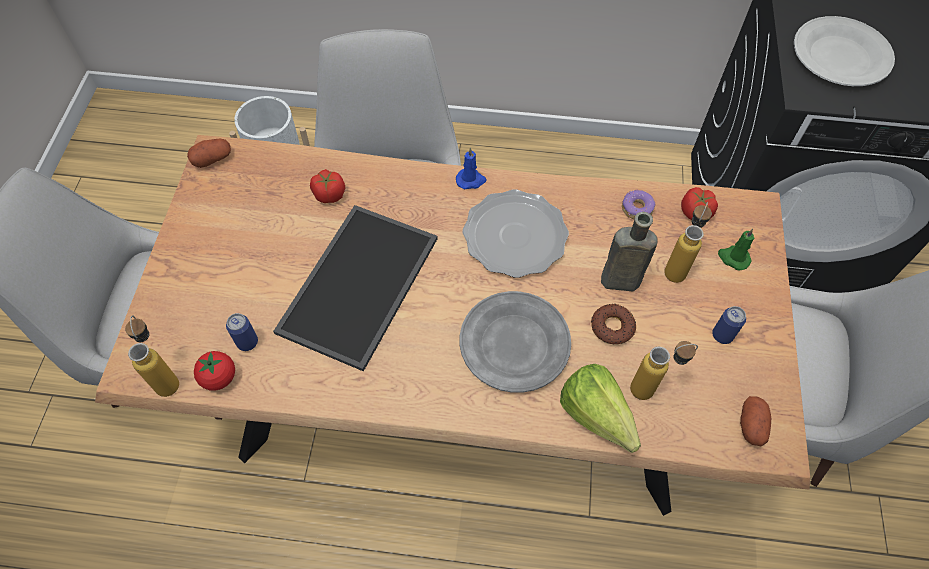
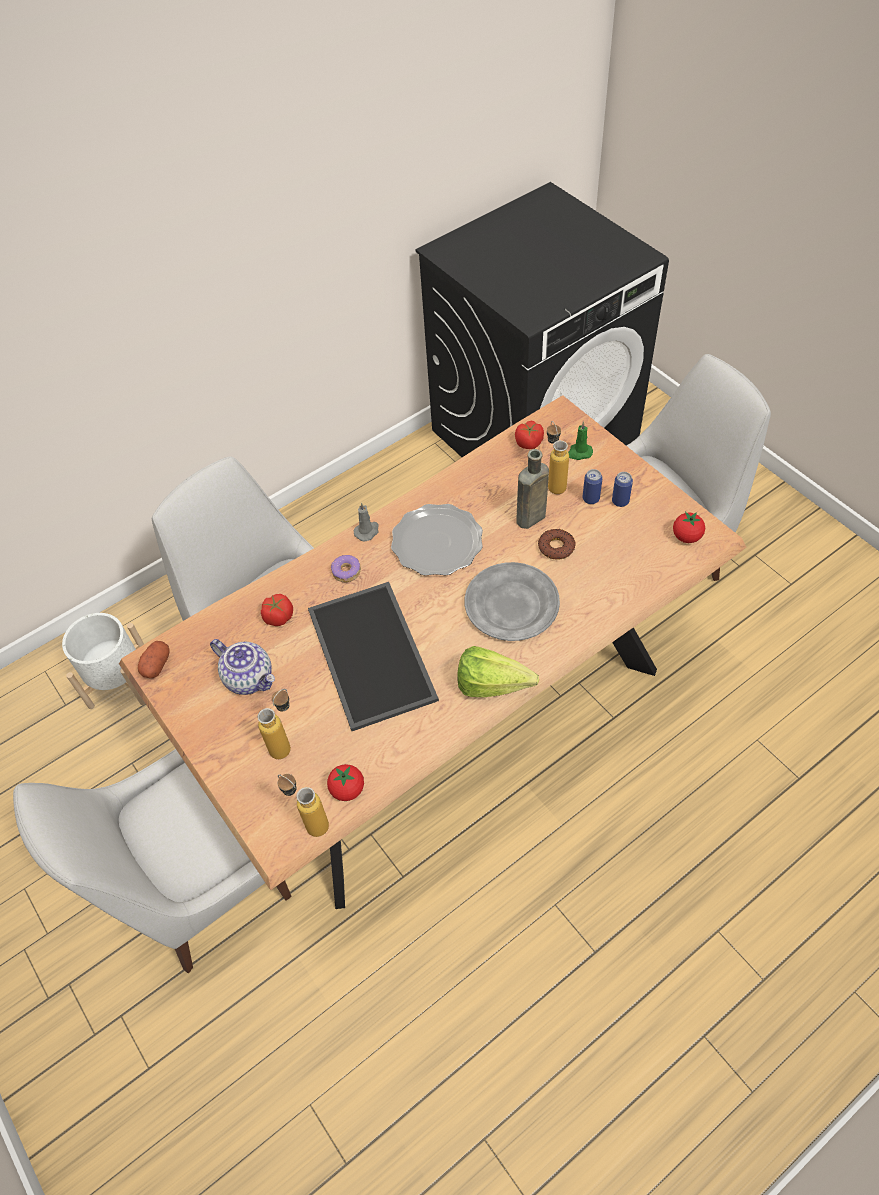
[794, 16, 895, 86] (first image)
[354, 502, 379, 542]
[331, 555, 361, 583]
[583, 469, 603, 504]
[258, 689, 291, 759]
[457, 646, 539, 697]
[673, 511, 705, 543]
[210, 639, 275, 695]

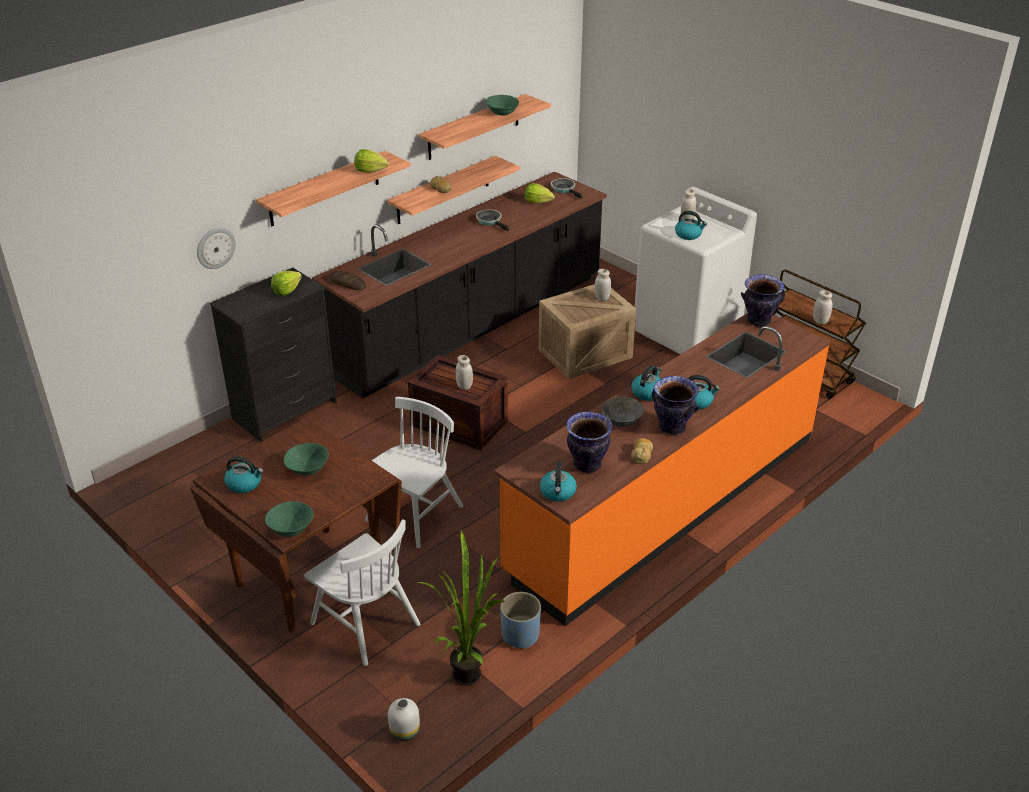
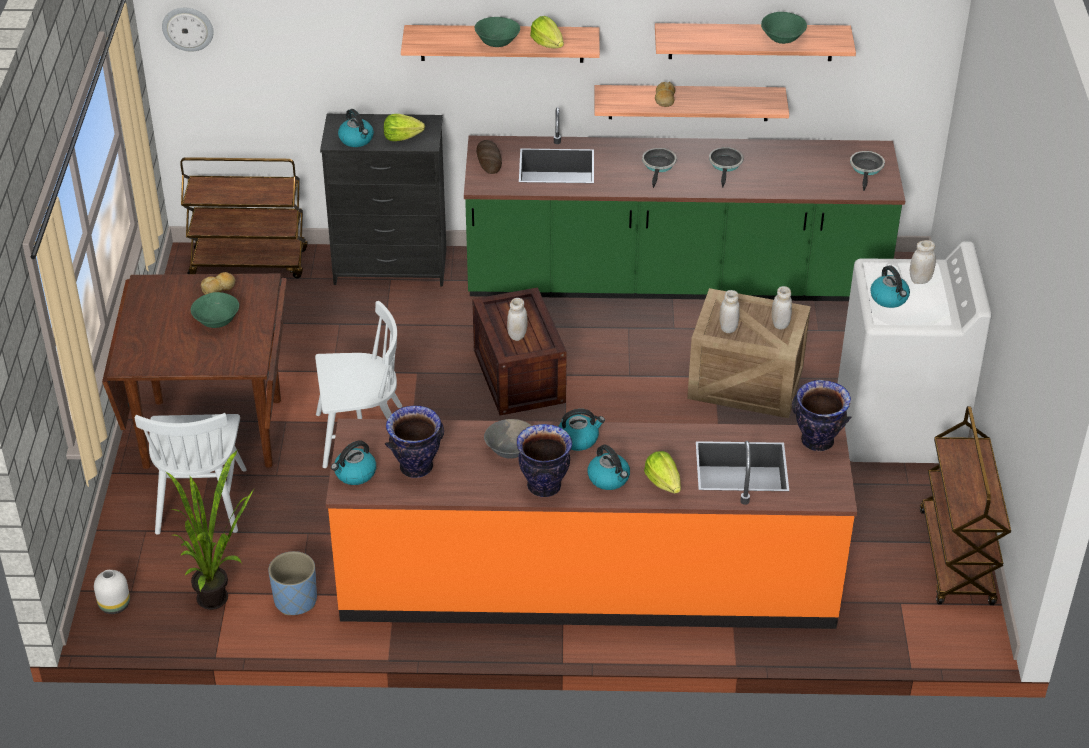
[464, 107, 905, 301]
[644, 451, 681, 494]
[162, 8, 214, 52]
[720, 290, 740, 333]
[201, 272, 235, 295]
[338, 109, 374, 147]
[475, 17, 520, 47]
[642, 148, 677, 188]
[180, 157, 307, 278]

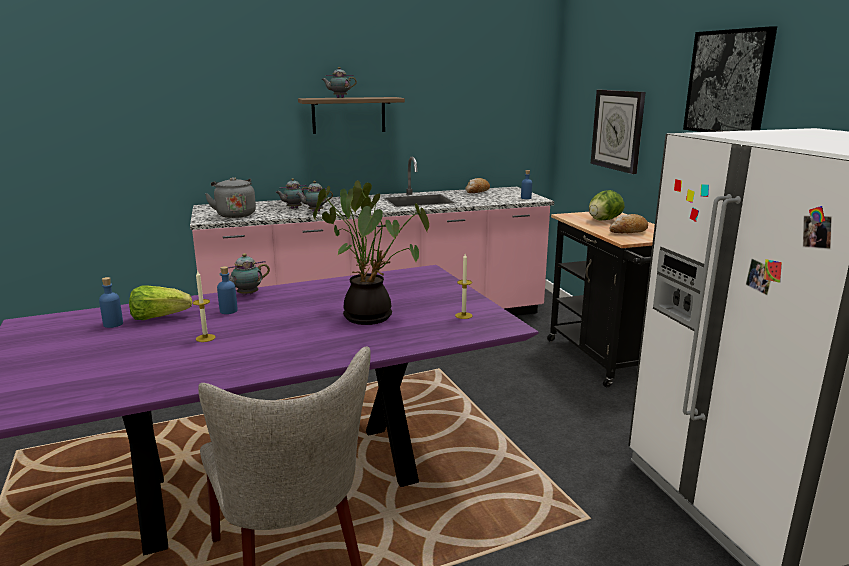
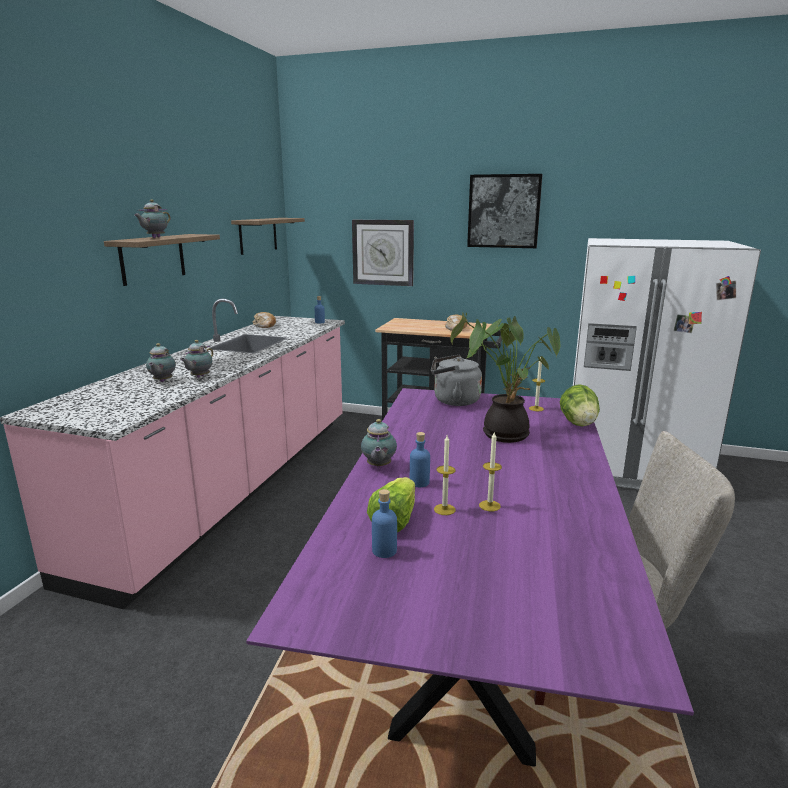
[431, 355, 482, 406]
[560, 384, 600, 426]
[231, 218, 305, 255]
[434, 435, 455, 515]

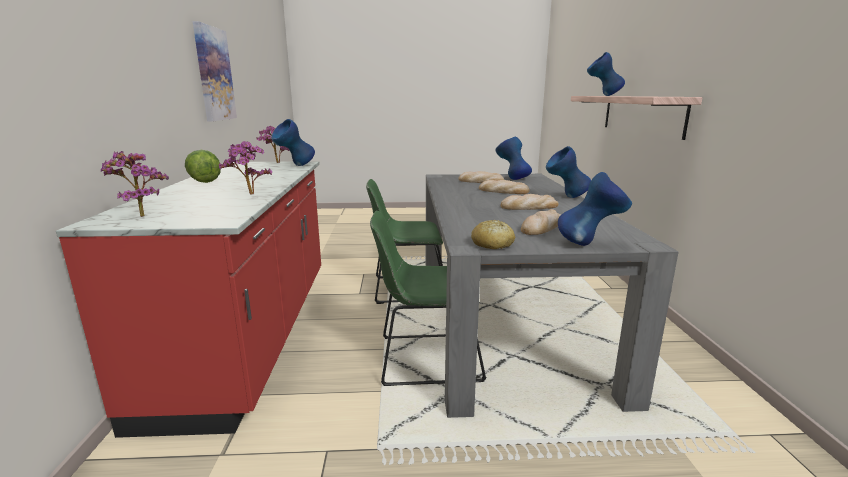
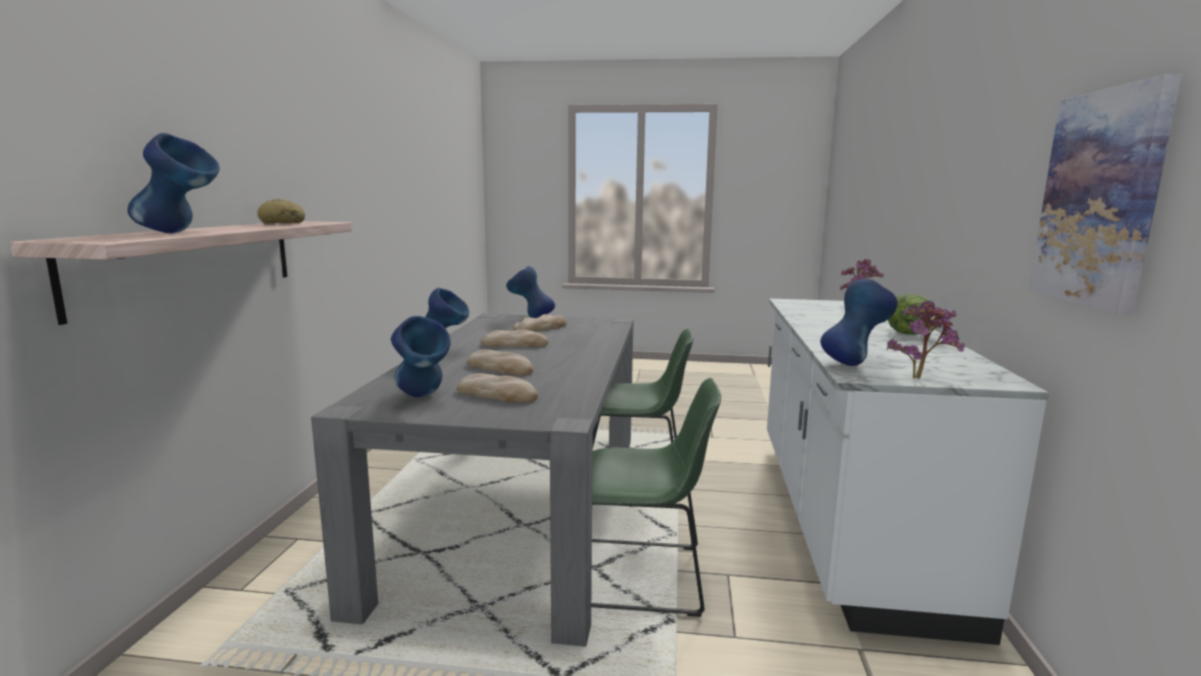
[219, 141, 272, 194] (first image)
[767, 299, 1049, 645]
[257, 199, 305, 224]

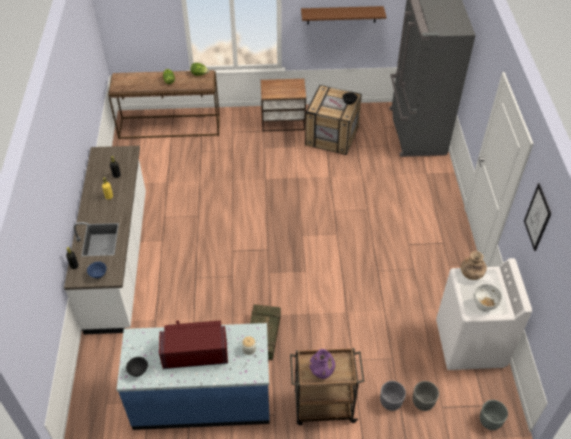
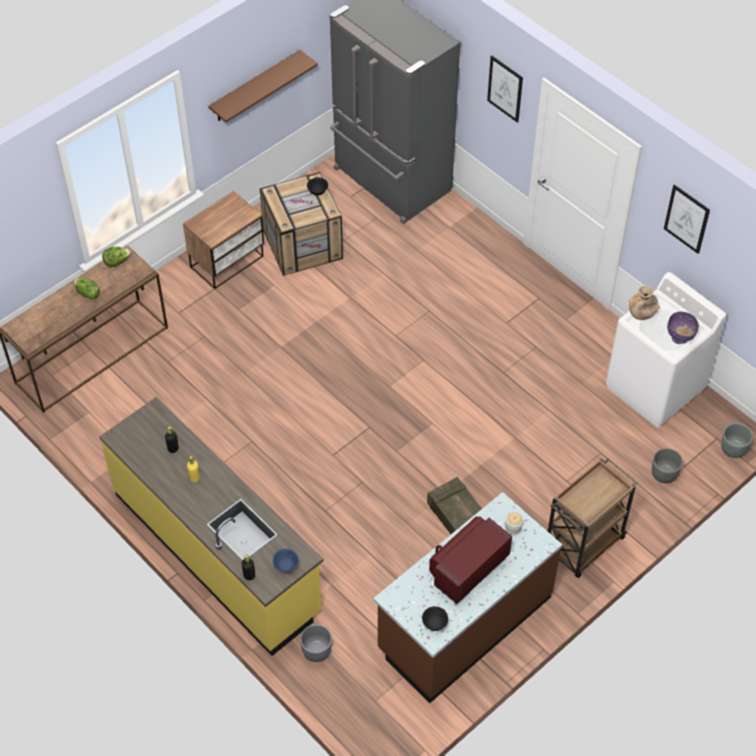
[99, 397, 323, 656]
[667, 312, 699, 344]
[373, 492, 562, 703]
[309, 349, 335, 379] (first image)
[300, 624, 332, 662]
[487, 55, 523, 123]

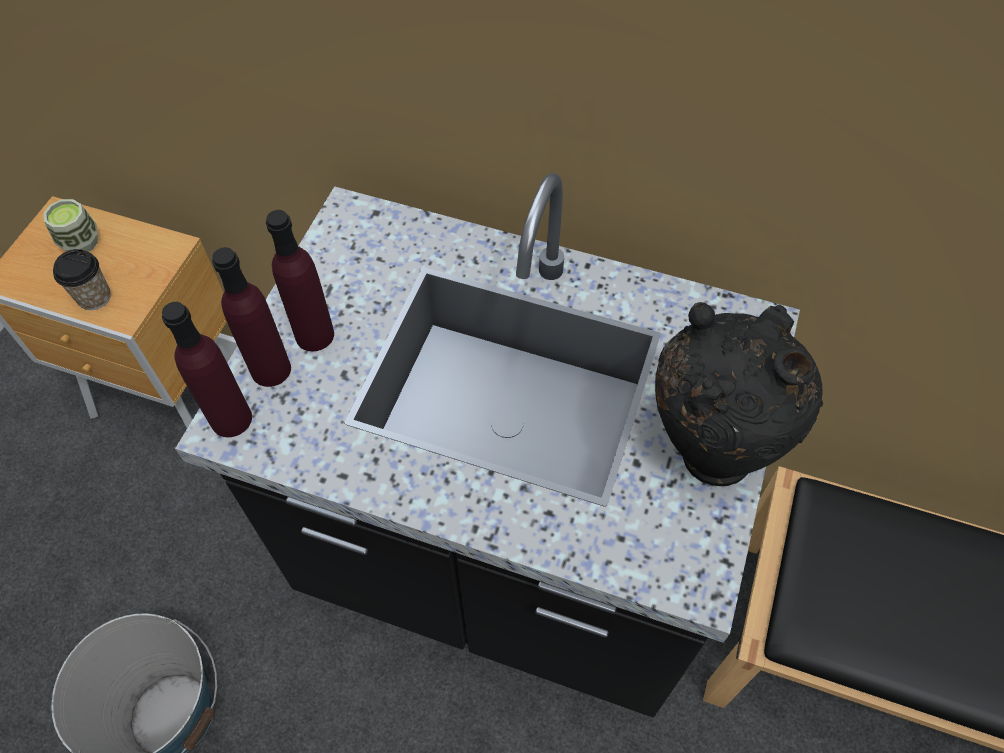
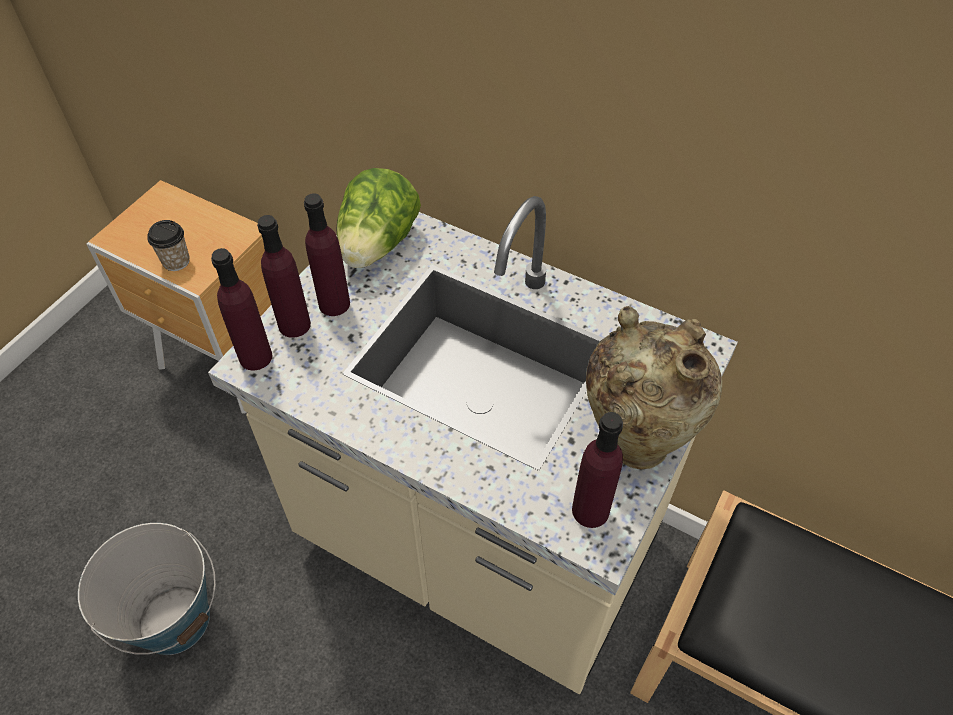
[208, 196, 738, 694]
[43, 199, 98, 252] (first image)
[586, 306, 722, 469]
[337, 168, 421, 268]
[572, 412, 623, 528]

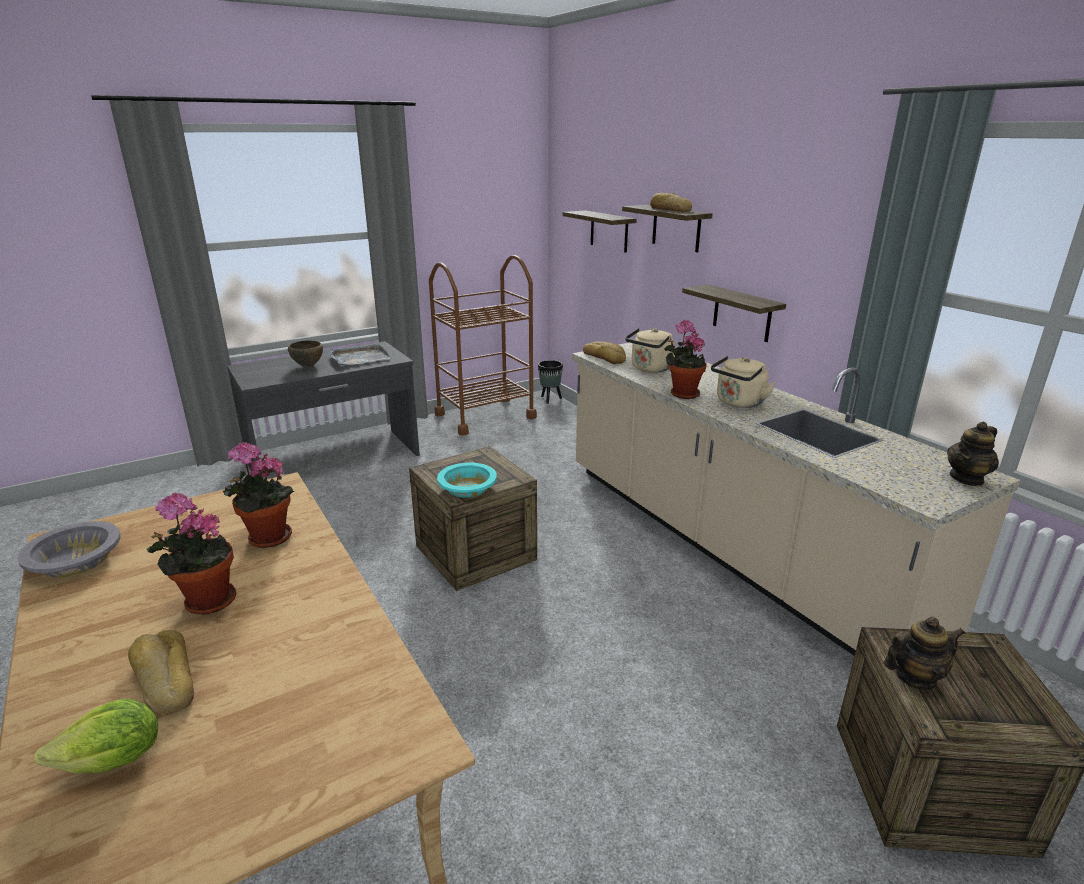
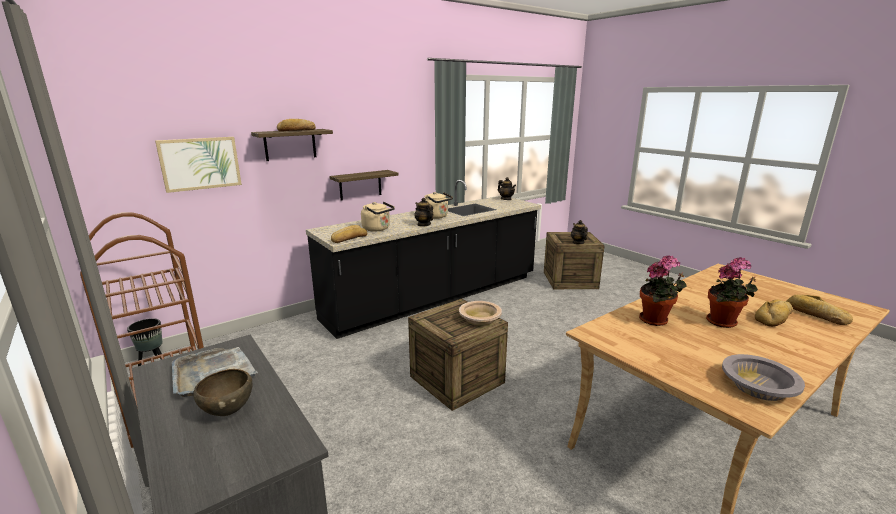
[155, 137, 242, 193]
[414, 198, 433, 227]
[306, 180, 541, 339]
[459, 301, 502, 326]
[787, 295, 853, 325]

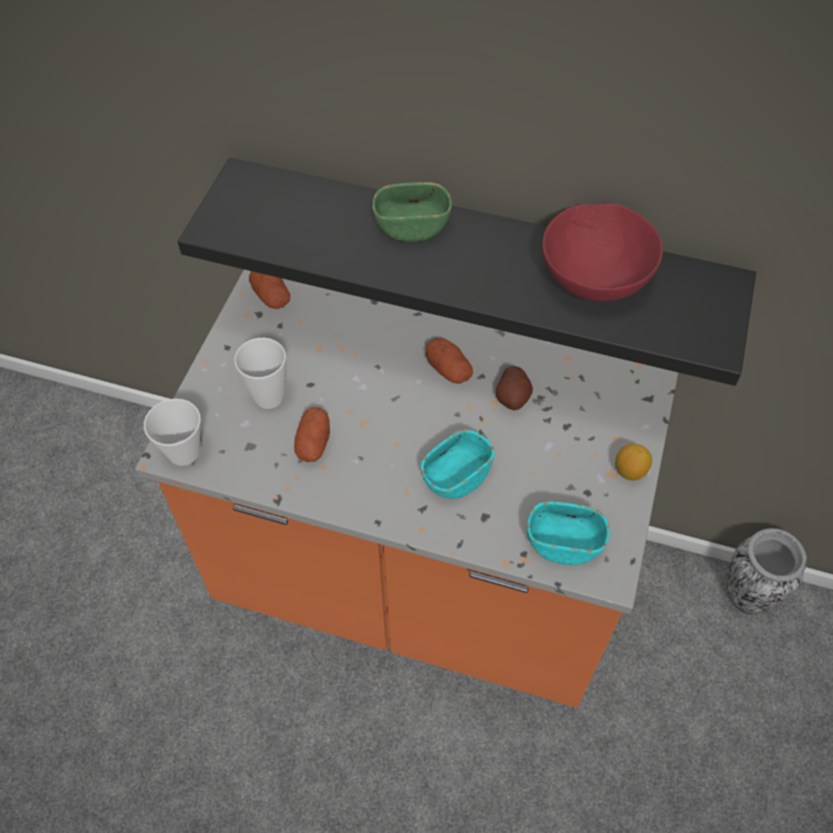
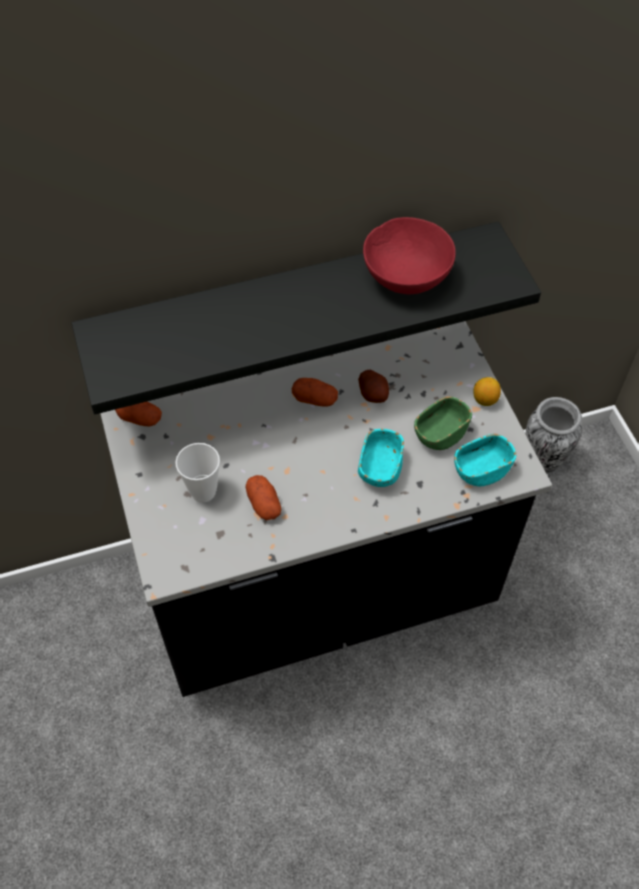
[414, 396, 472, 450]
[100, 321, 552, 697]
[144, 398, 201, 466] (first image)

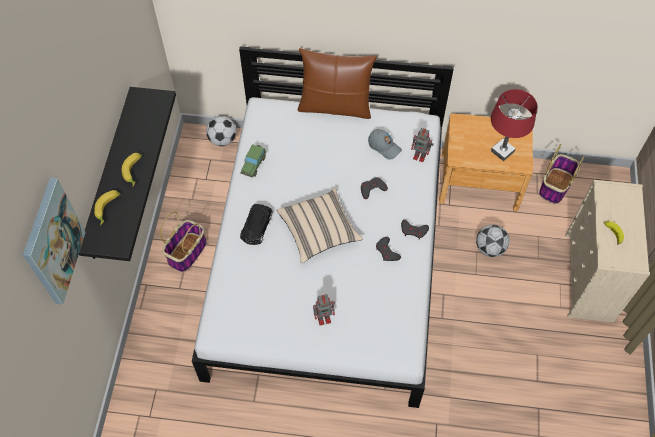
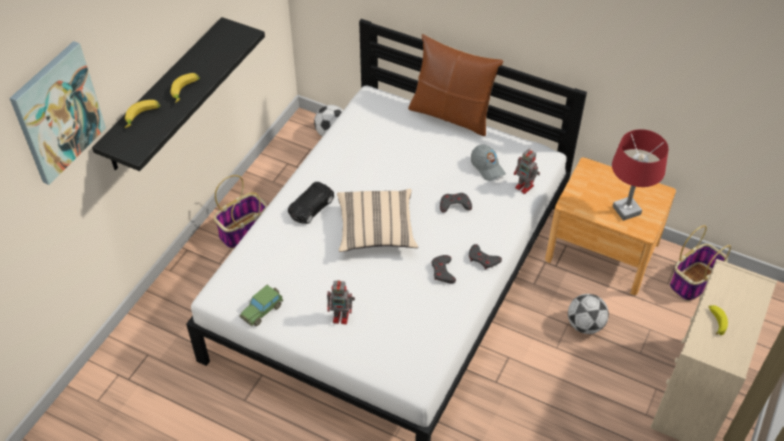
[239, 285, 283, 326]

